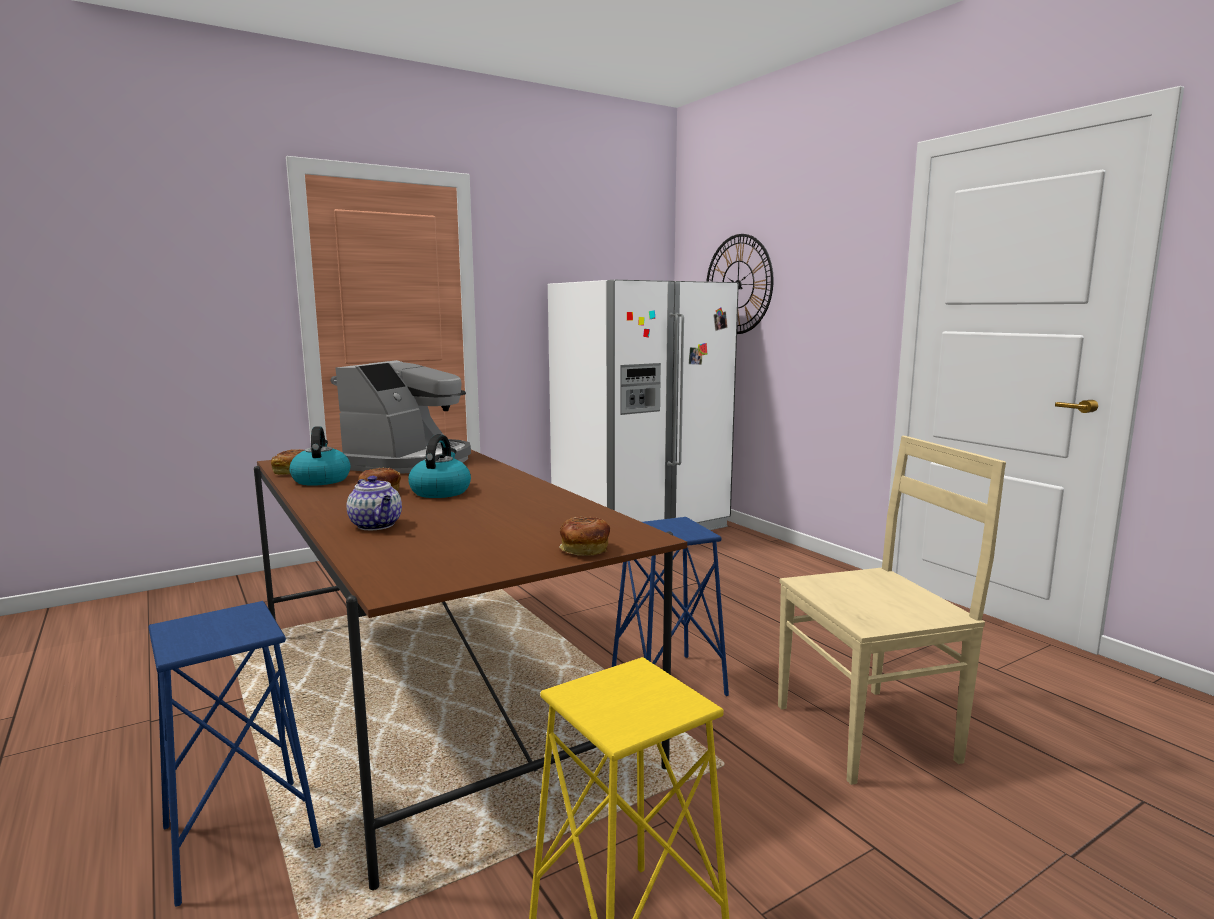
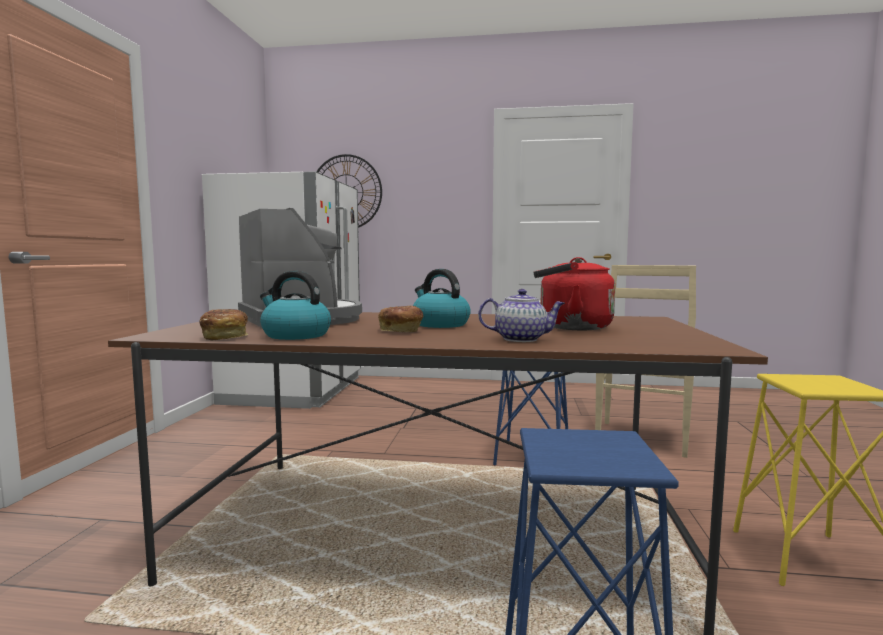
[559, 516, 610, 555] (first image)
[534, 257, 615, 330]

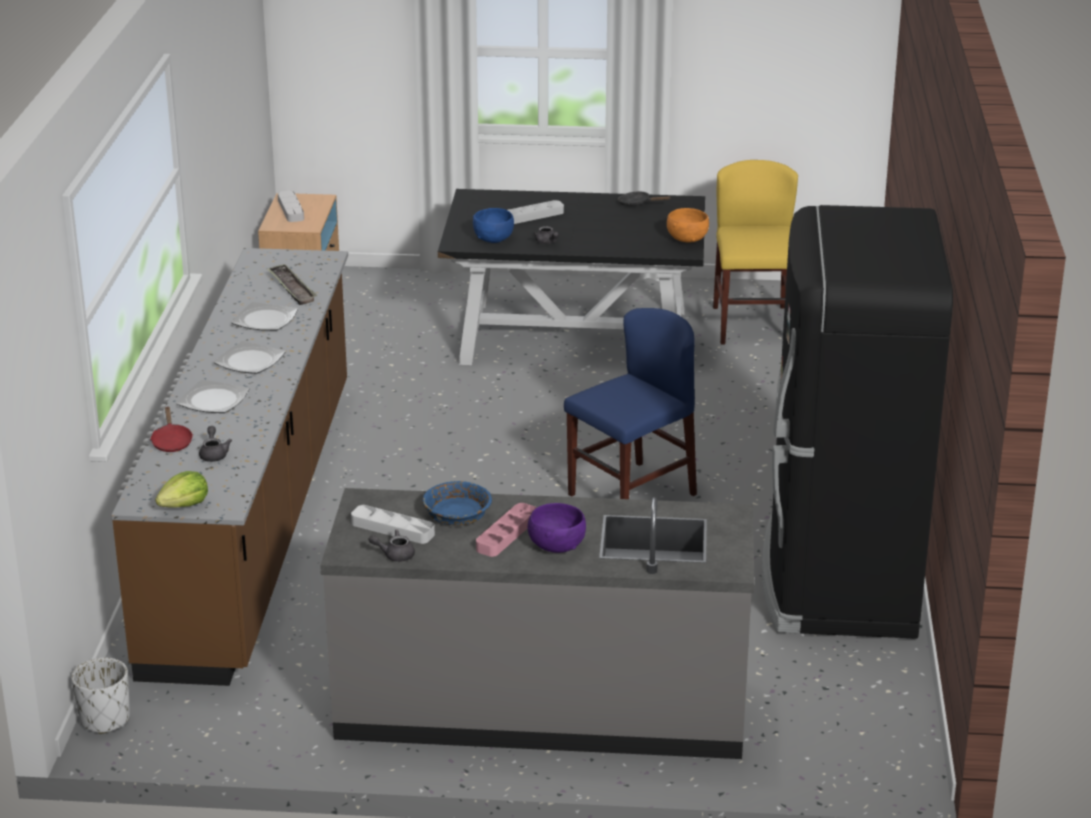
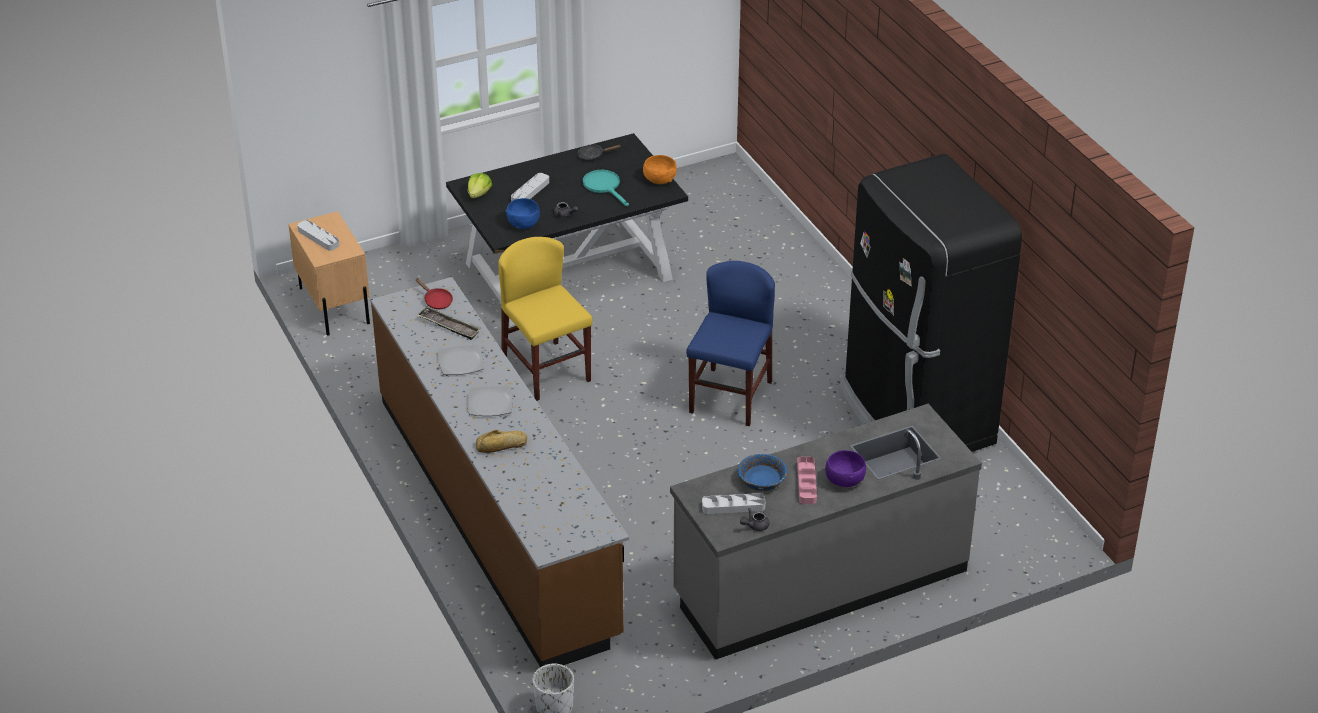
[498, 237, 592, 401]
[476, 430, 527, 453]
[416, 278, 453, 309]
[199, 426, 232, 462] (first image)
[468, 173, 492, 198]
[583, 170, 629, 206]

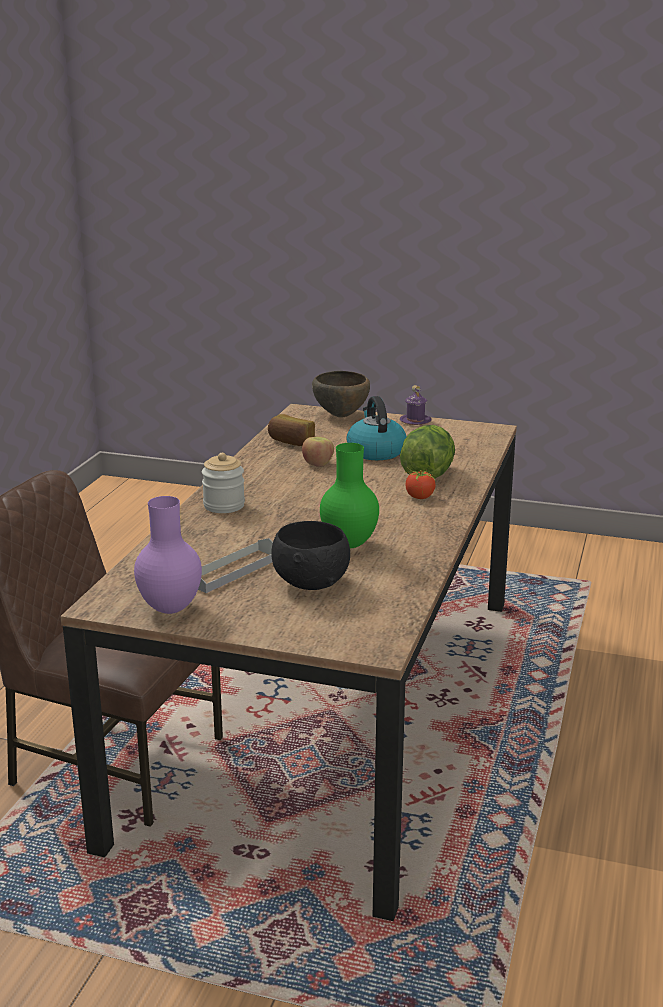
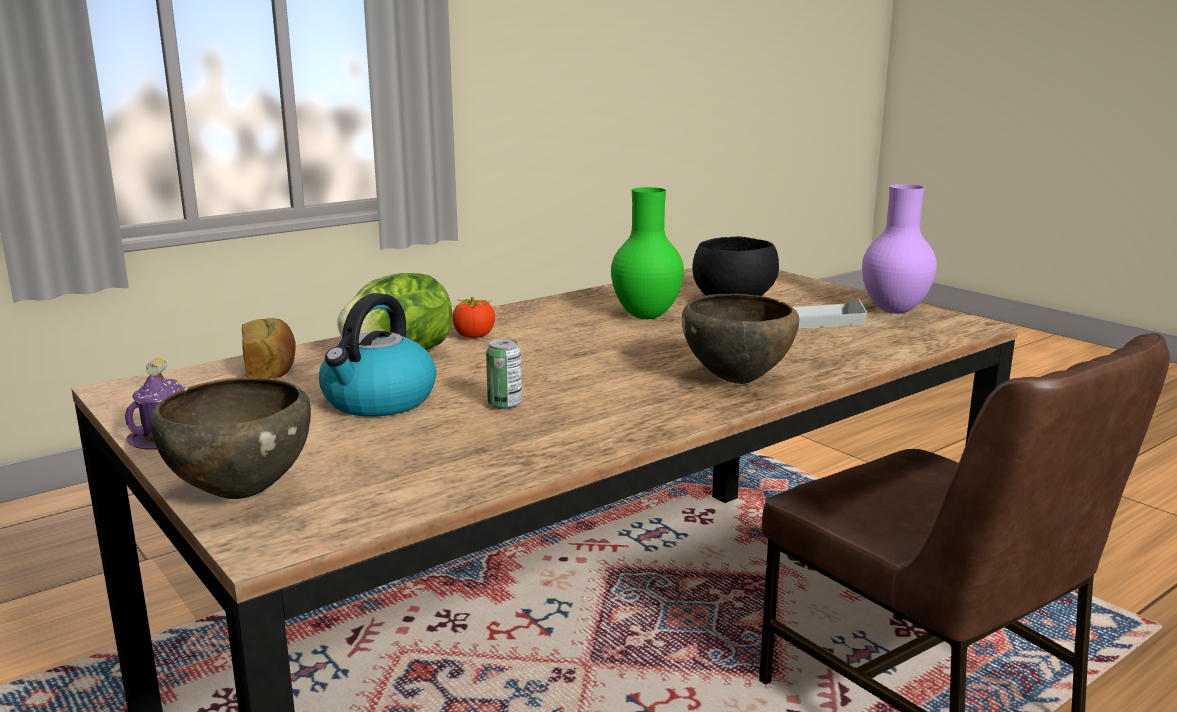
[242, 318, 296, 379]
[486, 339, 522, 409]
[682, 294, 799, 384]

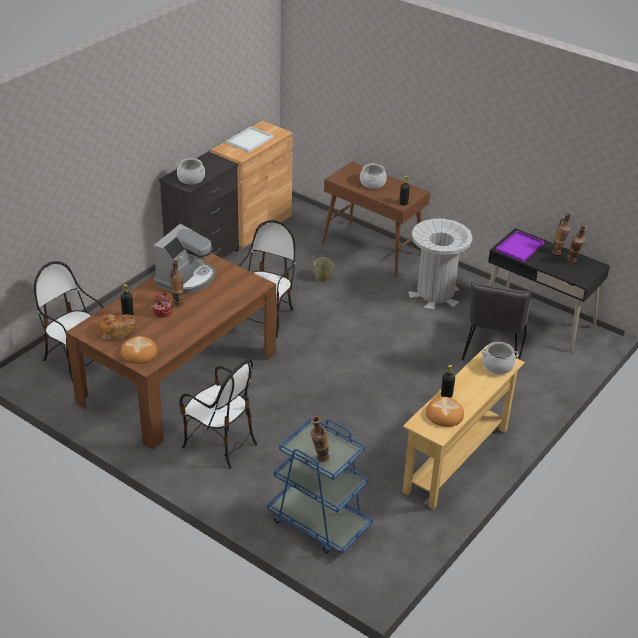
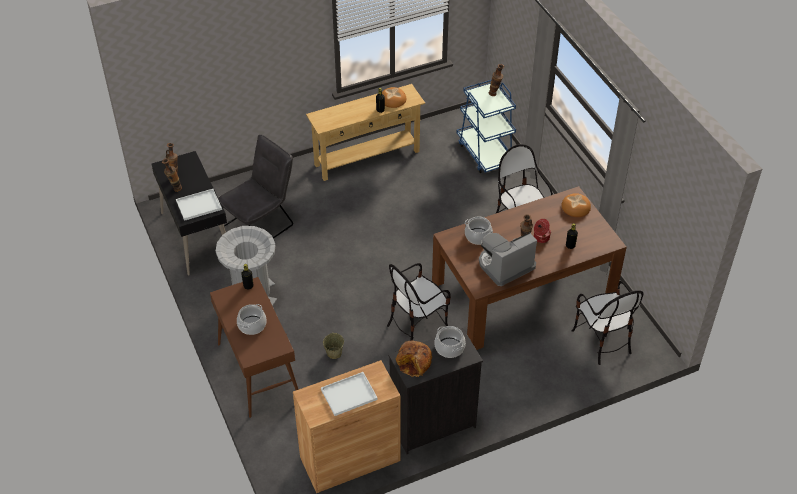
[176, 189, 222, 221]
[396, 341, 432, 377]
[465, 216, 493, 245]

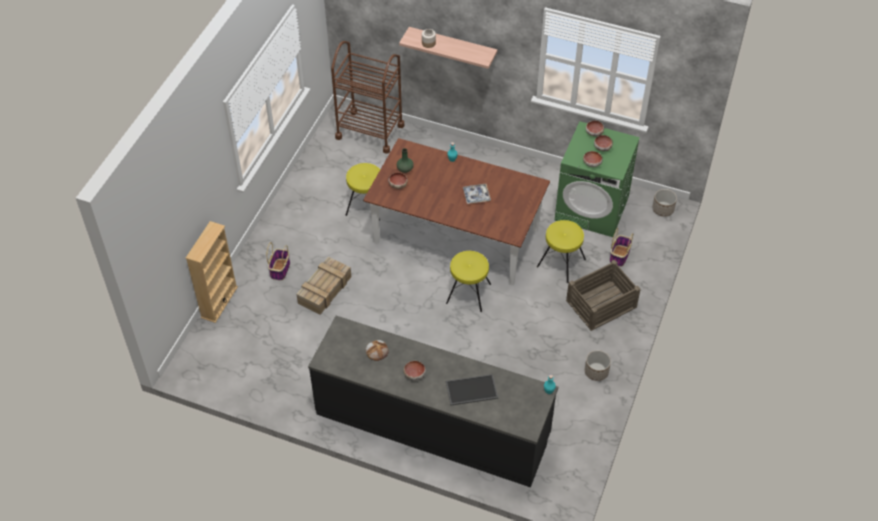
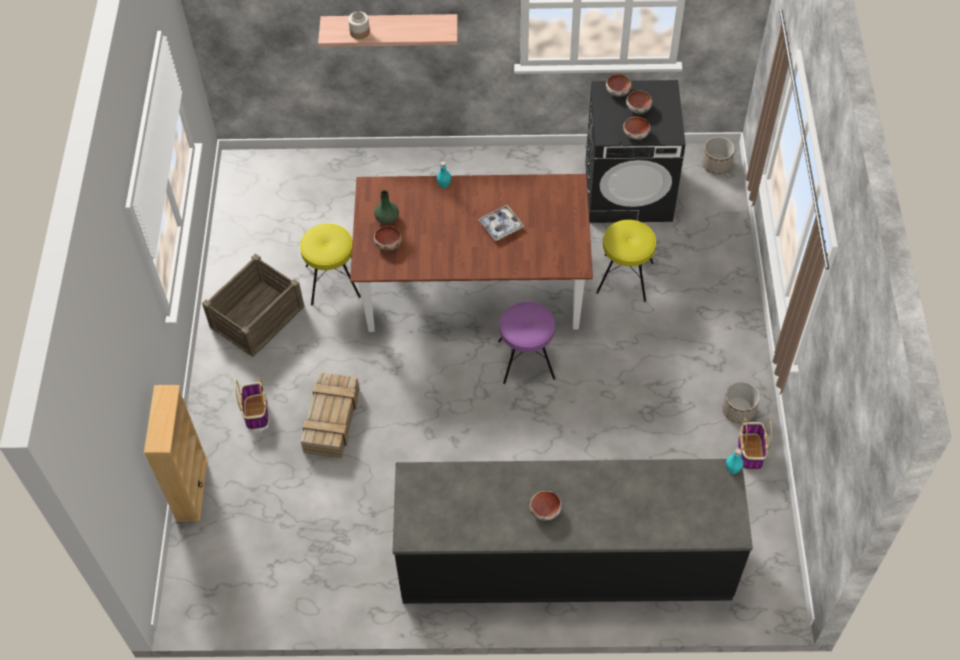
[331, 41, 404, 154] (first image)
[585, 80, 686, 223]
[738, 418, 772, 470]
[498, 302, 555, 384]
[202, 254, 305, 357]
[365, 340, 389, 361] (first image)
[446, 374, 498, 406] (first image)

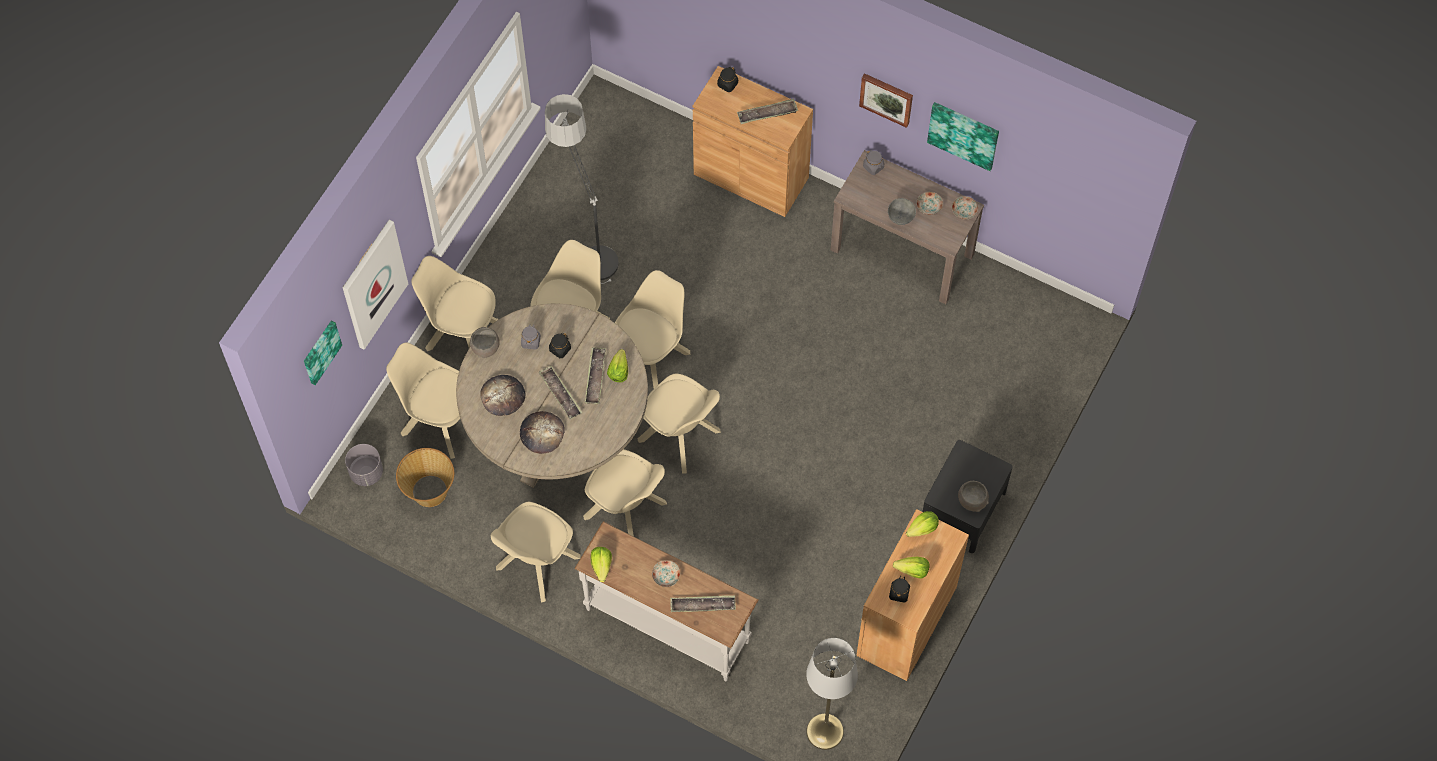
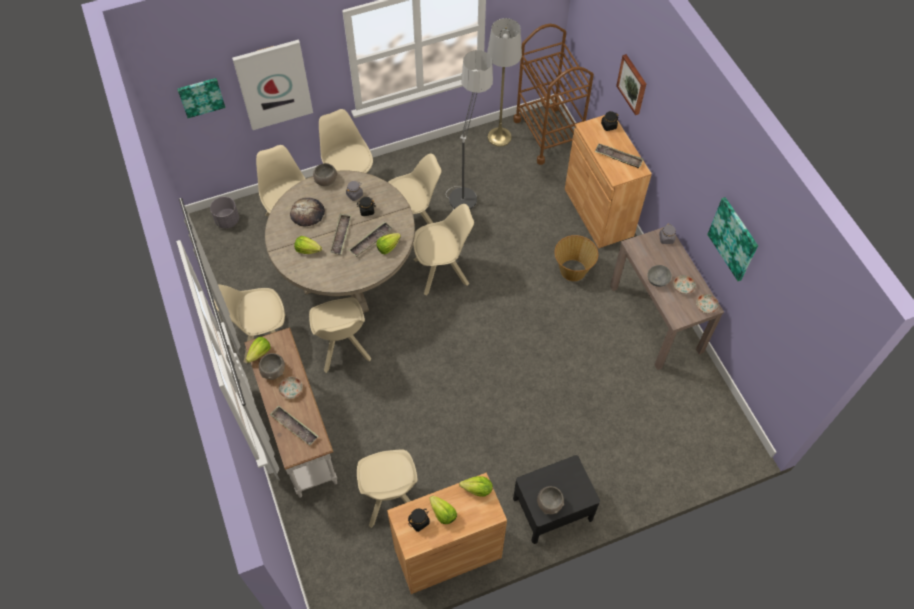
[616, 54, 646, 115]
[357, 449, 417, 528]
[294, 236, 322, 254]
[554, 235, 598, 281]
[487, 18, 522, 147]
[513, 24, 594, 165]
[259, 353, 285, 380]

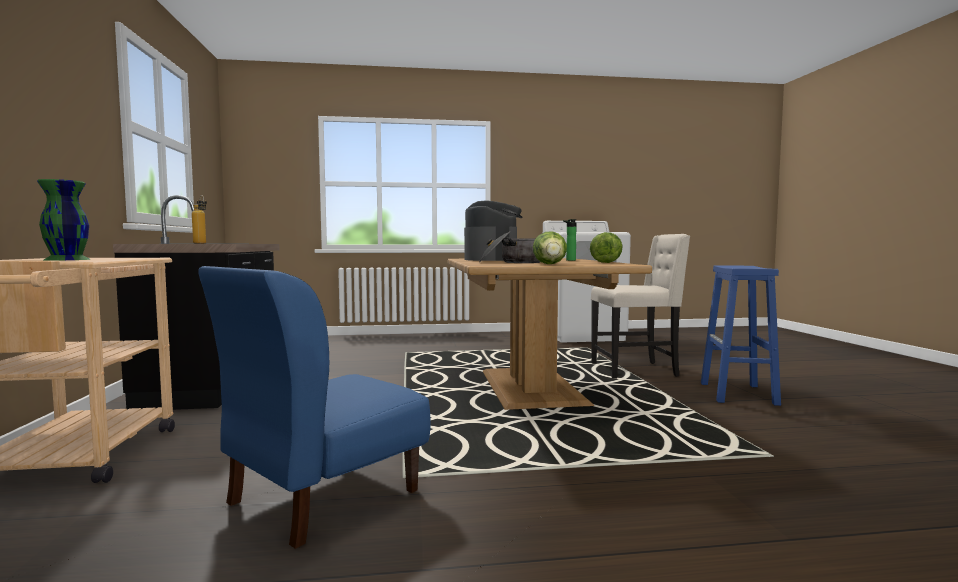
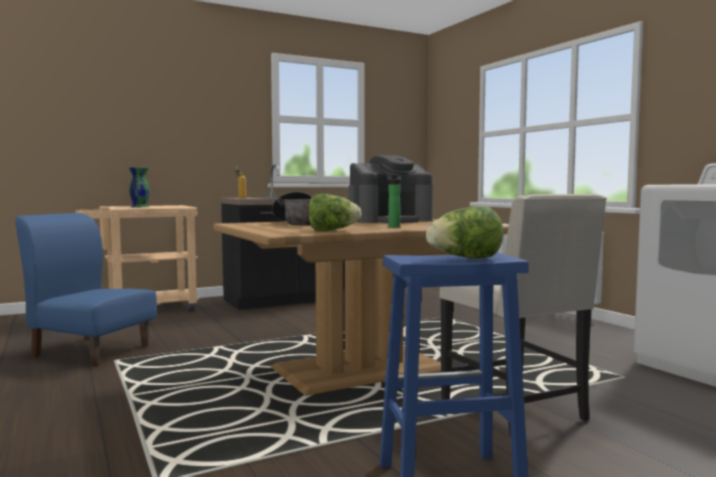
[426, 206, 504, 259]

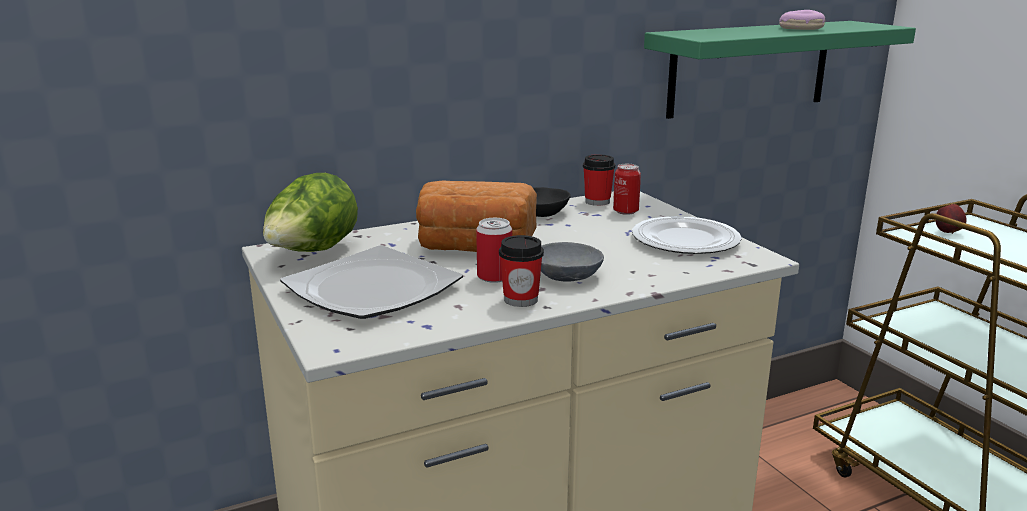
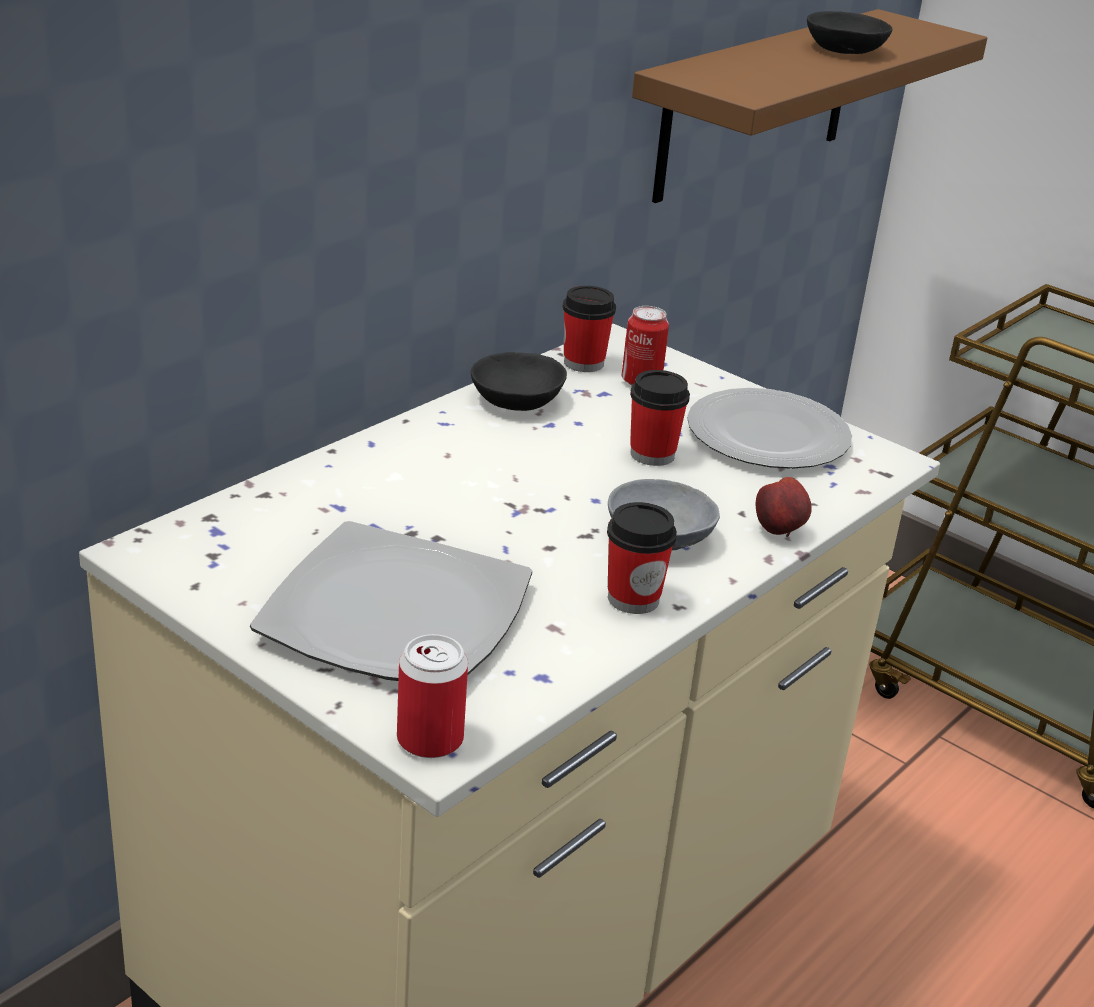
[807, 11, 892, 54]
[632, 9, 987, 203]
[263, 173, 358, 252] (first image)
[416, 181, 537, 252] (first image)
[756, 477, 811, 537]
[397, 634, 468, 758]
[630, 370, 690, 466]

